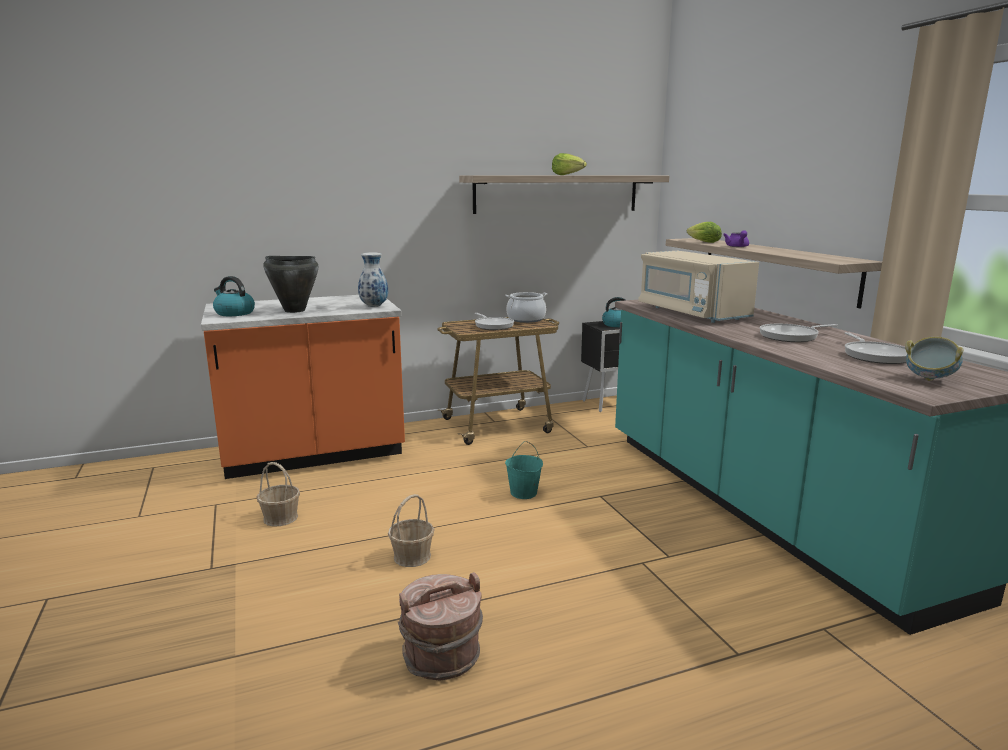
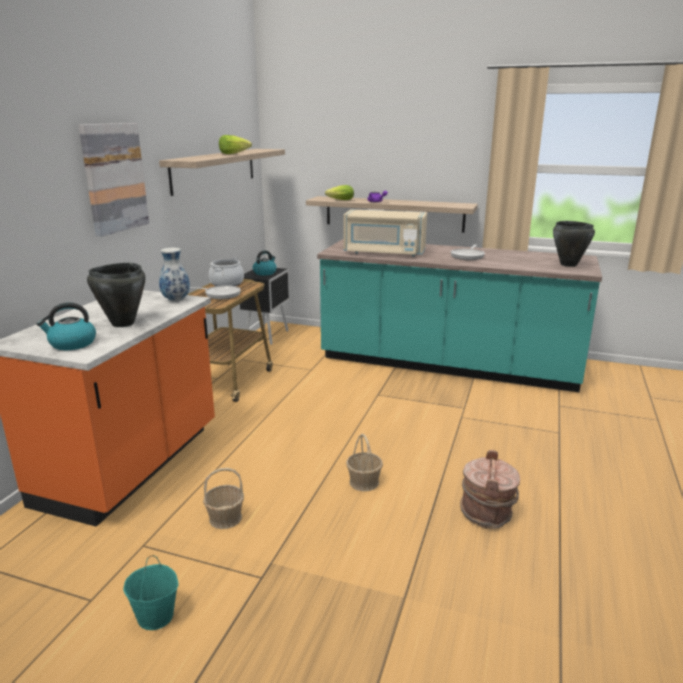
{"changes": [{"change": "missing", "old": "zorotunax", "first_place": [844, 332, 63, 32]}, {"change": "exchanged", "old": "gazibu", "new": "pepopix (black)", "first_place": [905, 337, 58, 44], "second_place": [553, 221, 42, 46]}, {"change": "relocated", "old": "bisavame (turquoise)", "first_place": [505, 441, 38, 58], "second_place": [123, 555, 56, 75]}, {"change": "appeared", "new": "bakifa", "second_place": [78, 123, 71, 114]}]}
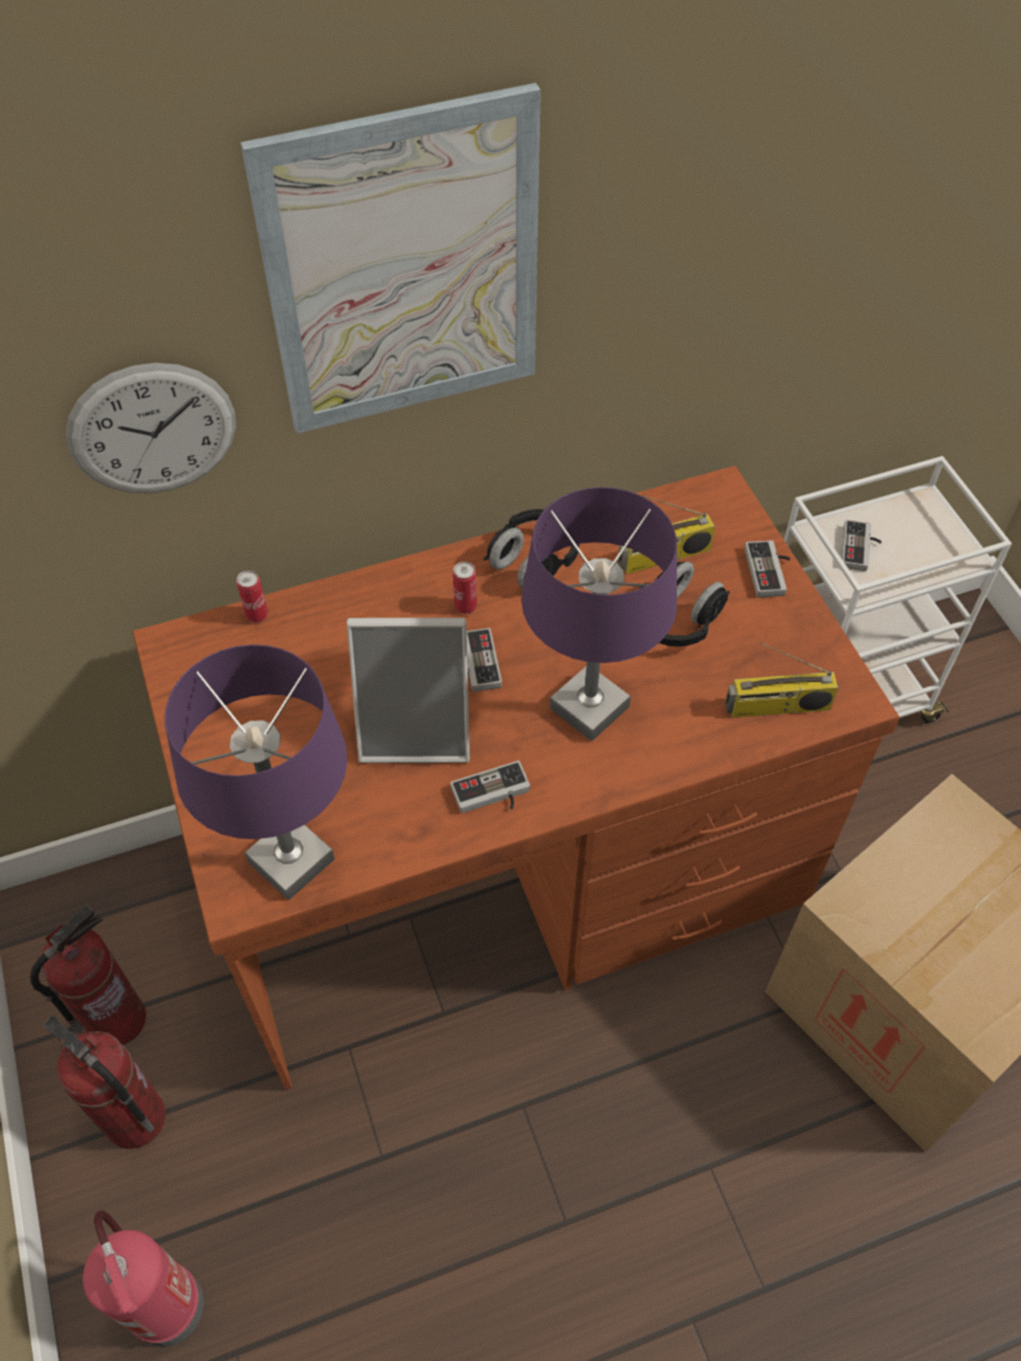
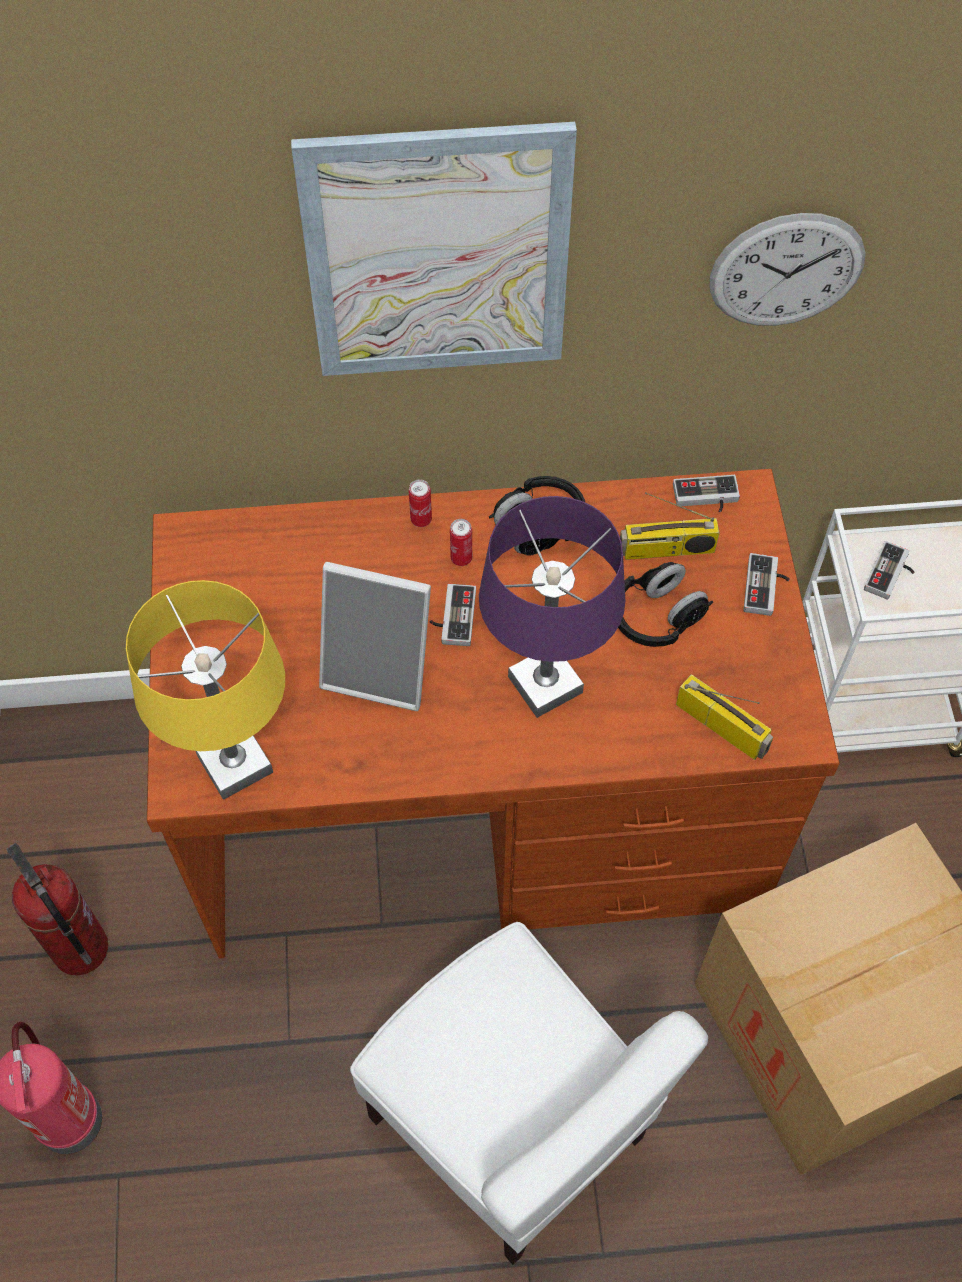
{"changes": [{"change": "relocated", "old": "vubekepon", "first_place": [66, 363, 170, 130], "second_place": [710, 213, 156, 113]}, {"change": "relocated", "old": "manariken", "first_place": [237, 570, 31, 53], "second_place": [409, 479, 23, 48]}, {"change": "spun", "old": "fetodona", "first_place": [725, 643, 113, 75], "second_place": [676, 674, 97, 86], "degrees": -150}, {"change": "colour", "old": "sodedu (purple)", "new": "sodedu (yellow)", "first_place": [165, 644, 182, 256], "second_place": [126, 580, 159, 220]}, {"change": "relocated", "old": "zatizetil", "first_place": [450, 761, 80, 52], "second_place": [673, 475, 67, 37]}, {"change": "missing", "old": "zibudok", "first_place": [30, 905, 116, 140]}, {"change": "appeared", "new": "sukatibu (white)", "second_place": [350, 922, 358, 343]}]}
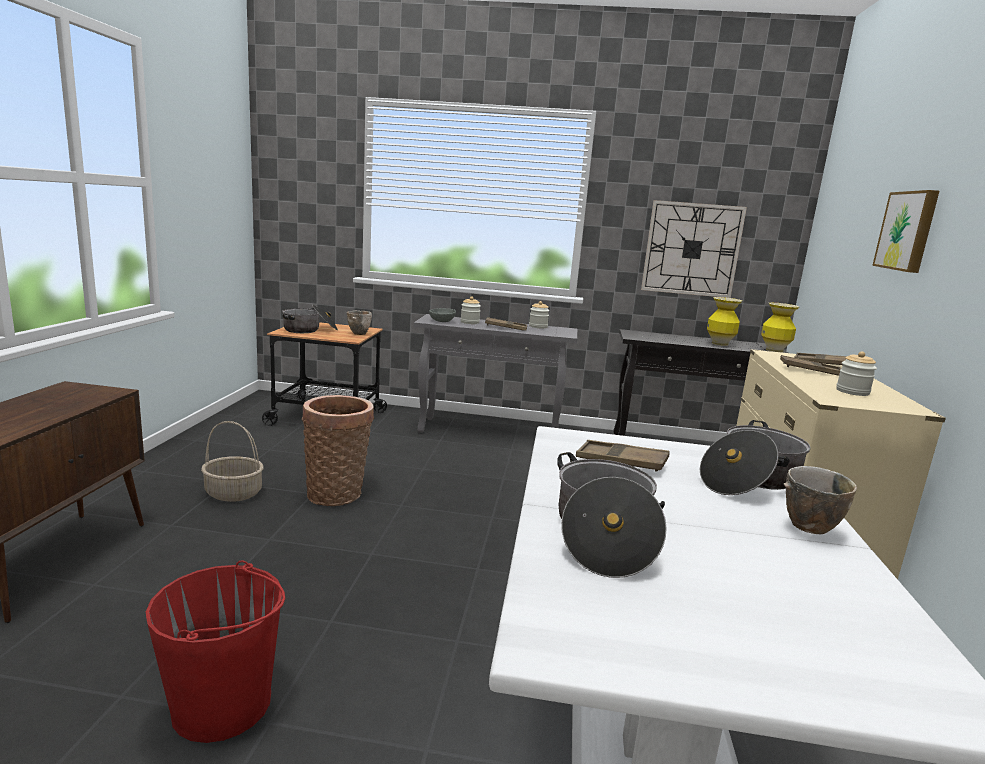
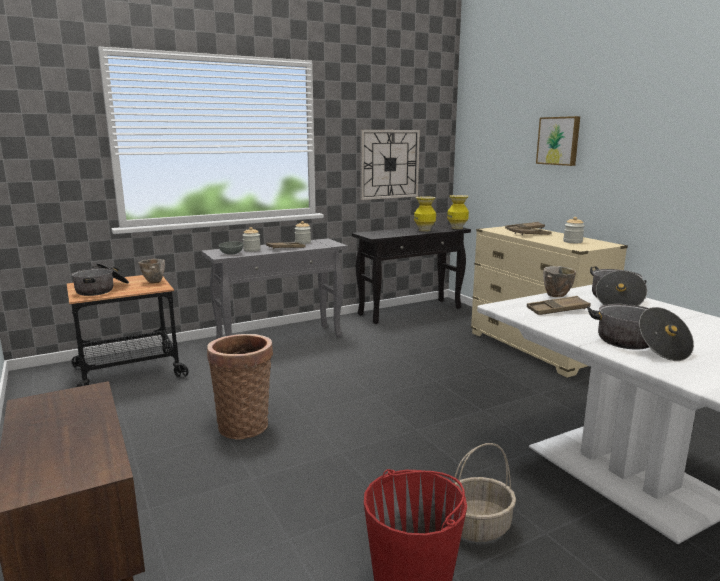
{"changes": [{"change": "relocated", "old": "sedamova", "first_place": [201, 421, 62, 81], "second_place": [453, 443, 63, 99]}, {"change": "relocated", "old": "gazibu", "first_place": [784, 466, 73, 68], "second_place": [543, 266, 33, 31]}]}
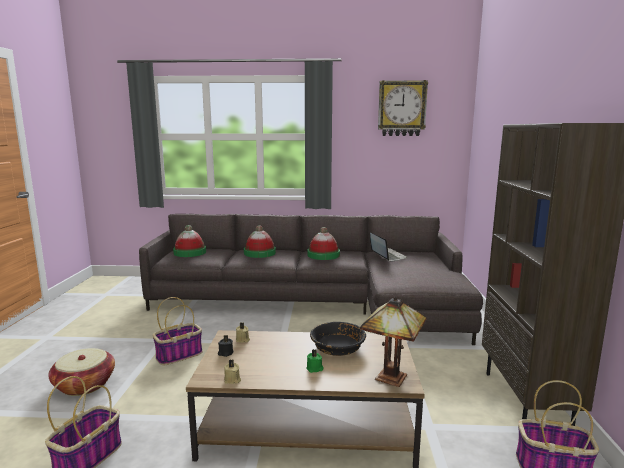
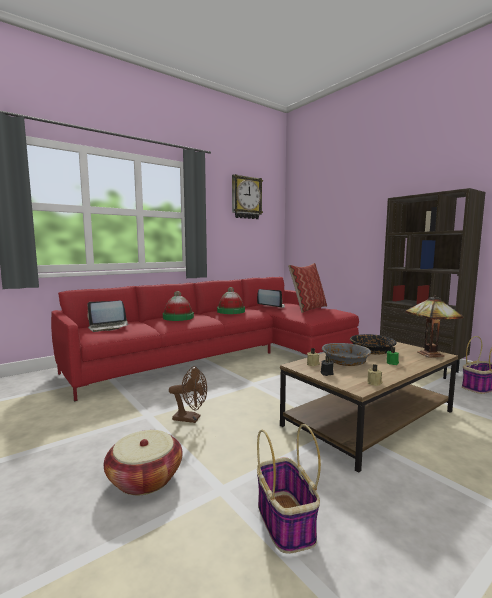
{"changes": [{"change": "colour", "old": "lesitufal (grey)", "new": "lesitufal (red)", "first_place": [139, 214, 344, 131], "second_place": [51, 277, 308, 124]}, {"change": "exchanged", "old": "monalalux", "new": "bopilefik", "first_place": [173, 225, 33, 32], "second_place": [87, 301, 41, 31]}, {"change": "exchanged", "old": "sedamova", "new": "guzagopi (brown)", "first_place": [153, 297, 49, 68], "second_place": [169, 366, 38, 57]}, {"change": "appeared", "new": "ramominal", "second_place": [288, 263, 39, 50]}, {"change": "appeared", "new": "gazibu (grey)", "second_place": [322, 343, 49, 23]}]}
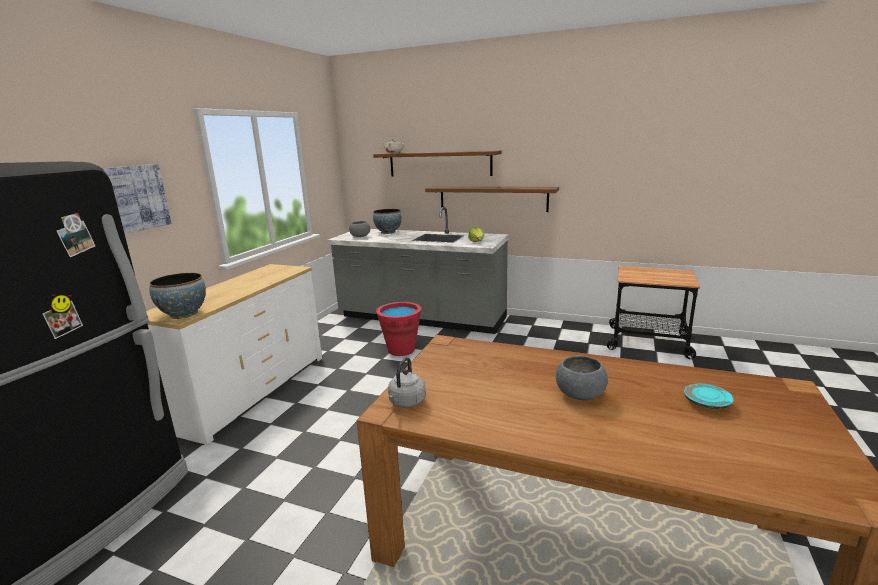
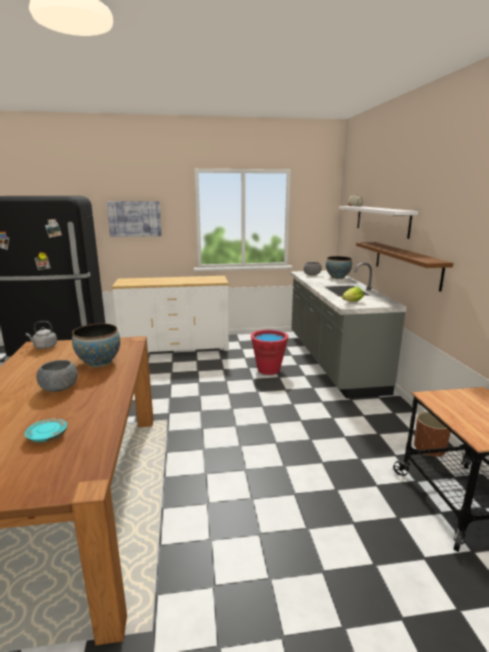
{"changes": [{"change": "colour", "old": "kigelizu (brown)", "new": "kigelizu (white)", "first_place": [373, 150, 128, 26], "second_place": [339, 206, 79, 33]}, {"change": "relocated", "old": "gazibu", "first_place": [149, 273, 57, 46], "second_place": [72, 323, 48, 44]}, {"change": "appeared", "new": "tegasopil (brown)", "second_place": [414, 412, 37, 44]}]}
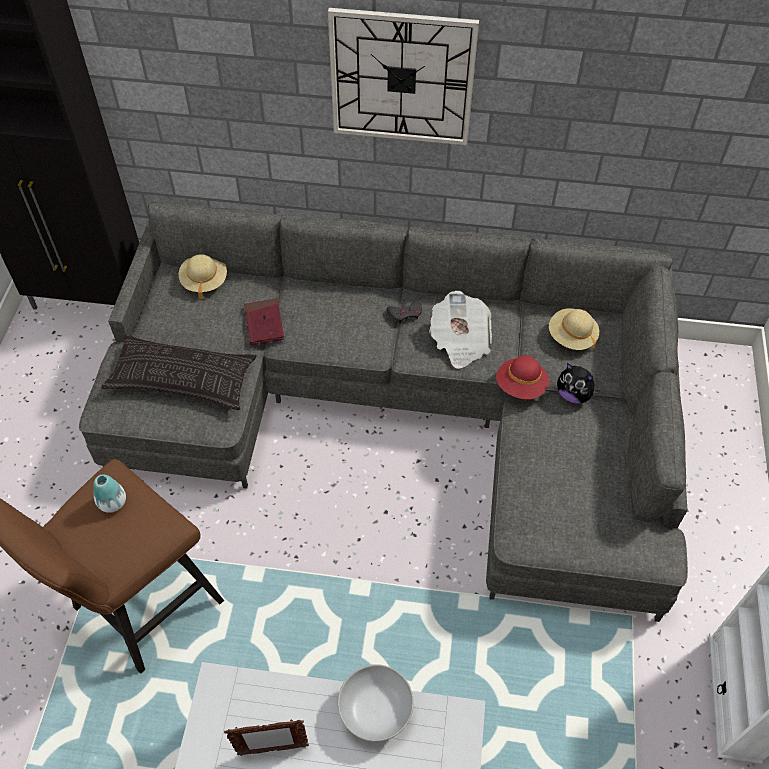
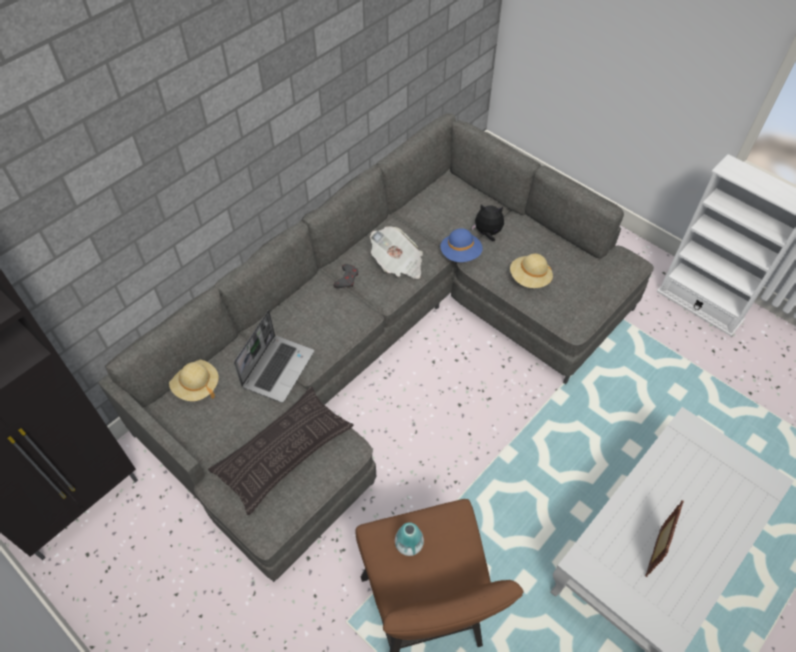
{"changes": [{"change": "missing", "old": "vubekepon", "first_place": [328, 8, 151, 137]}, {"change": "exchanged", "old": "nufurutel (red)", "new": "bopilefik", "first_place": [244, 298, 41, 47], "second_place": [234, 310, 80, 93]}, {"change": "relocated", "old": "monalalux (beige)", "first_place": [549, 308, 50, 42], "second_place": [510, 254, 43, 34]}, {"change": "colour", "old": "monalalux (red)", "new": "monalalux (blue)", "first_place": [496, 355, 53, 44], "second_place": [440, 228, 43, 34]}, {"change": "spun", "old": "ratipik", "first_place": [557, 363, 43, 41], "second_place": [472, 204, 32, 37], "degrees": -150}, {"change": "missing", "old": "gazibu (white)", "first_place": [338, 664, 76, 78]}]}
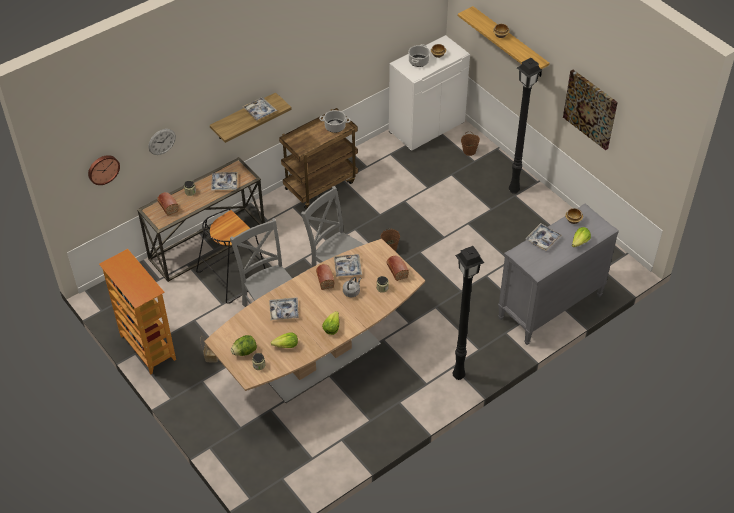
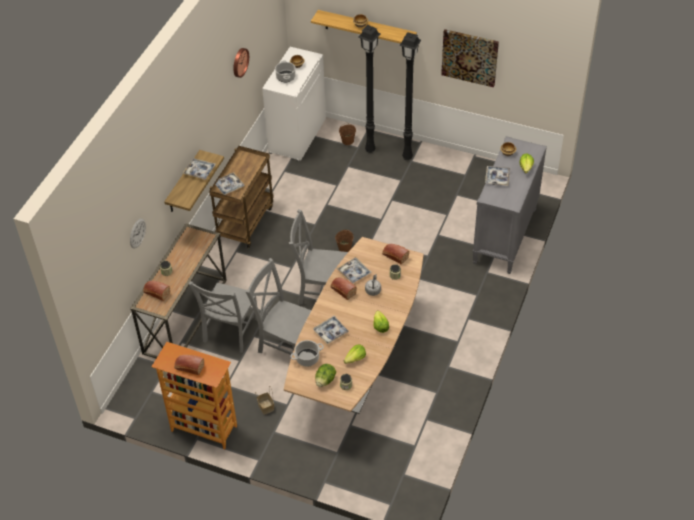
{"changes": [{"change": "relocated", "old": "pepopix", "first_place": [319, 110, 32, 23], "second_place": [290, 340, 34, 27]}, {"change": "relocated", "old": "vubekepon", "first_place": [88, 155, 32, 30], "second_place": [233, 48, 16, 30]}, {"change": "relocated", "old": "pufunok", "first_place": [211, 172, 27, 18], "second_place": [213, 172, 32, 23]}, {"change": "exchanged", "old": "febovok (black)", "new": "sukatibu (grey)", "first_place": [196, 209, 69, 95], "second_place": [188, 281, 69, 72]}, {"change": "relocated", "old": "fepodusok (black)", "first_place": [453, 246, 31, 134], "second_place": [358, 25, 23, 128]}, {"change": "appeared", "new": "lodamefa", "second_place": [174, 355, 30, 20]}]}
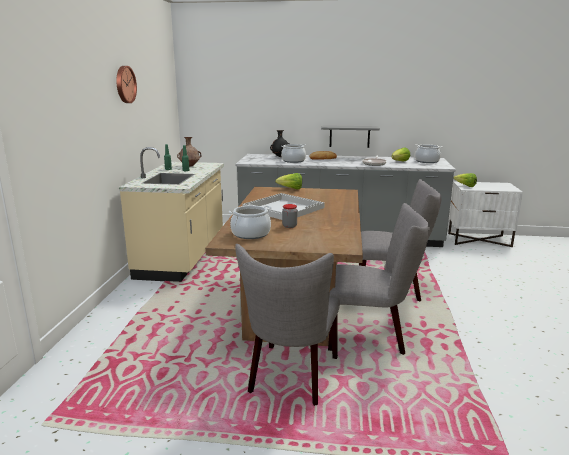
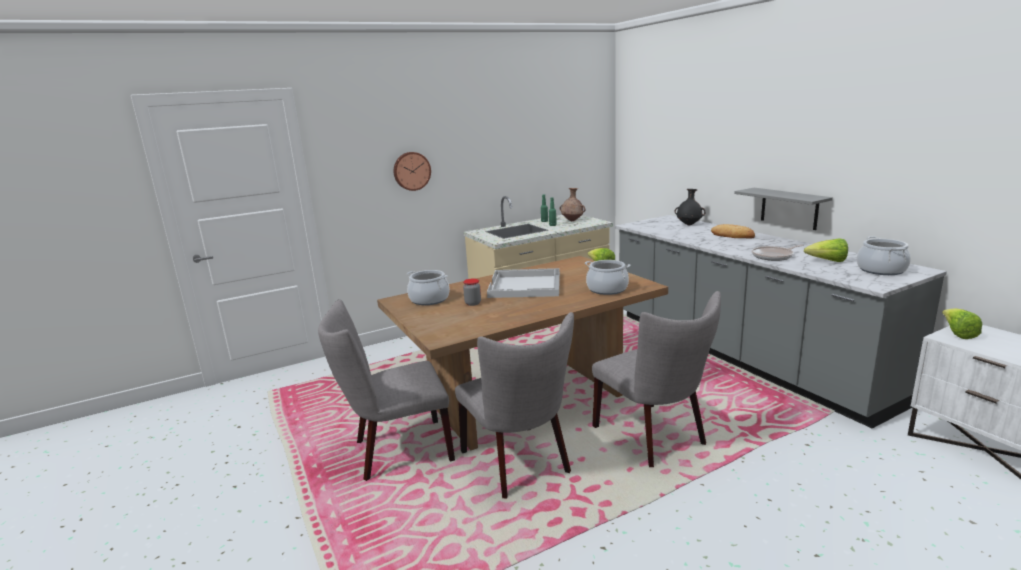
{"changes": [{"change": "relocated", "old": "vubekepon", "first_place": [116, 66, 21, 37], "second_place": [394, 152, 37, 39]}, {"change": "relocated", "old": "pepopix", "first_place": [281, 144, 25, 19], "second_place": [585, 260, 46, 35]}]}
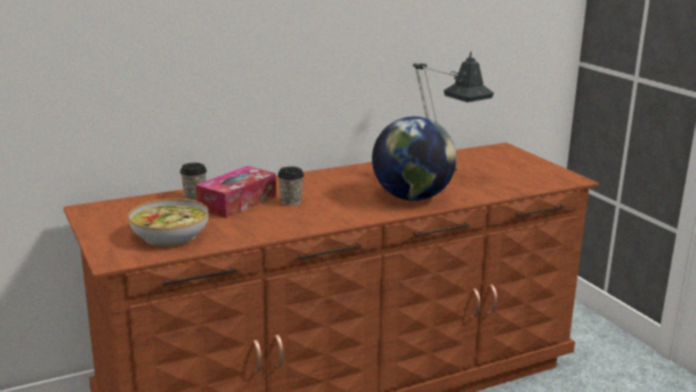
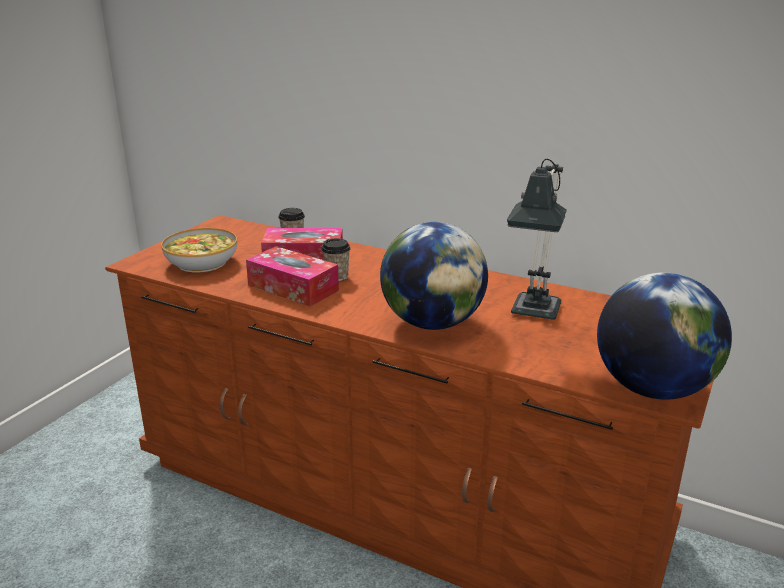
{"changes": [{"change": "appeared", "new": "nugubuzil", "second_place": [246, 246, 93, 61]}, {"change": "appeared", "new": "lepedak", "second_place": [597, 273, 135, 127]}]}
